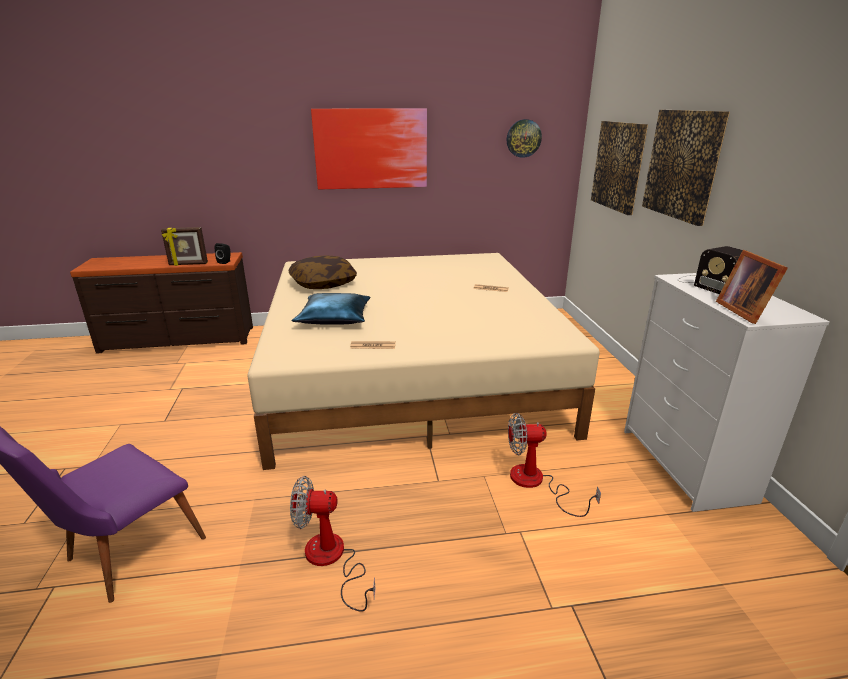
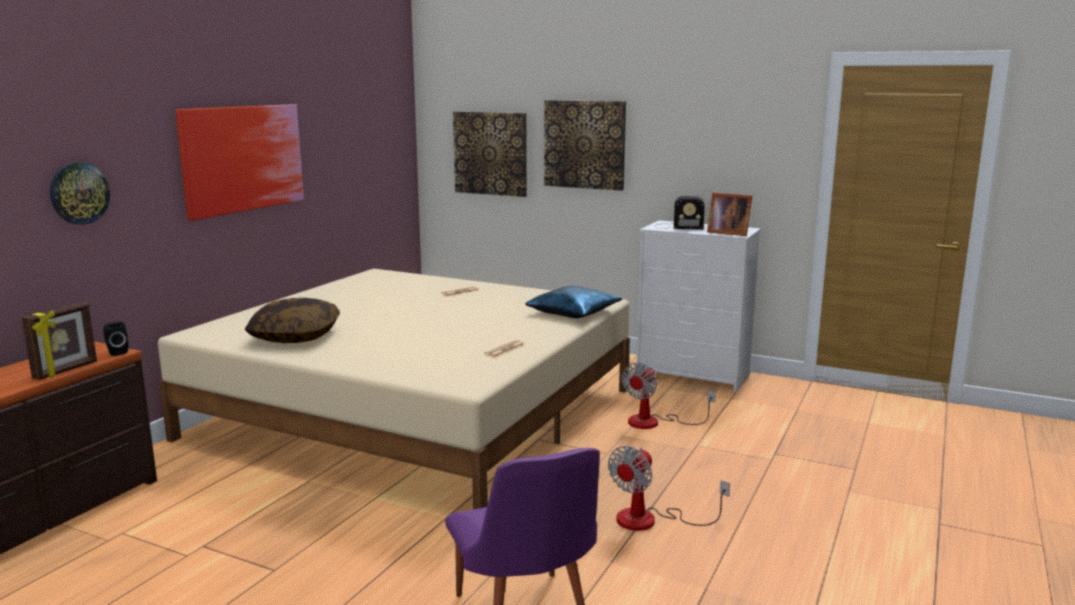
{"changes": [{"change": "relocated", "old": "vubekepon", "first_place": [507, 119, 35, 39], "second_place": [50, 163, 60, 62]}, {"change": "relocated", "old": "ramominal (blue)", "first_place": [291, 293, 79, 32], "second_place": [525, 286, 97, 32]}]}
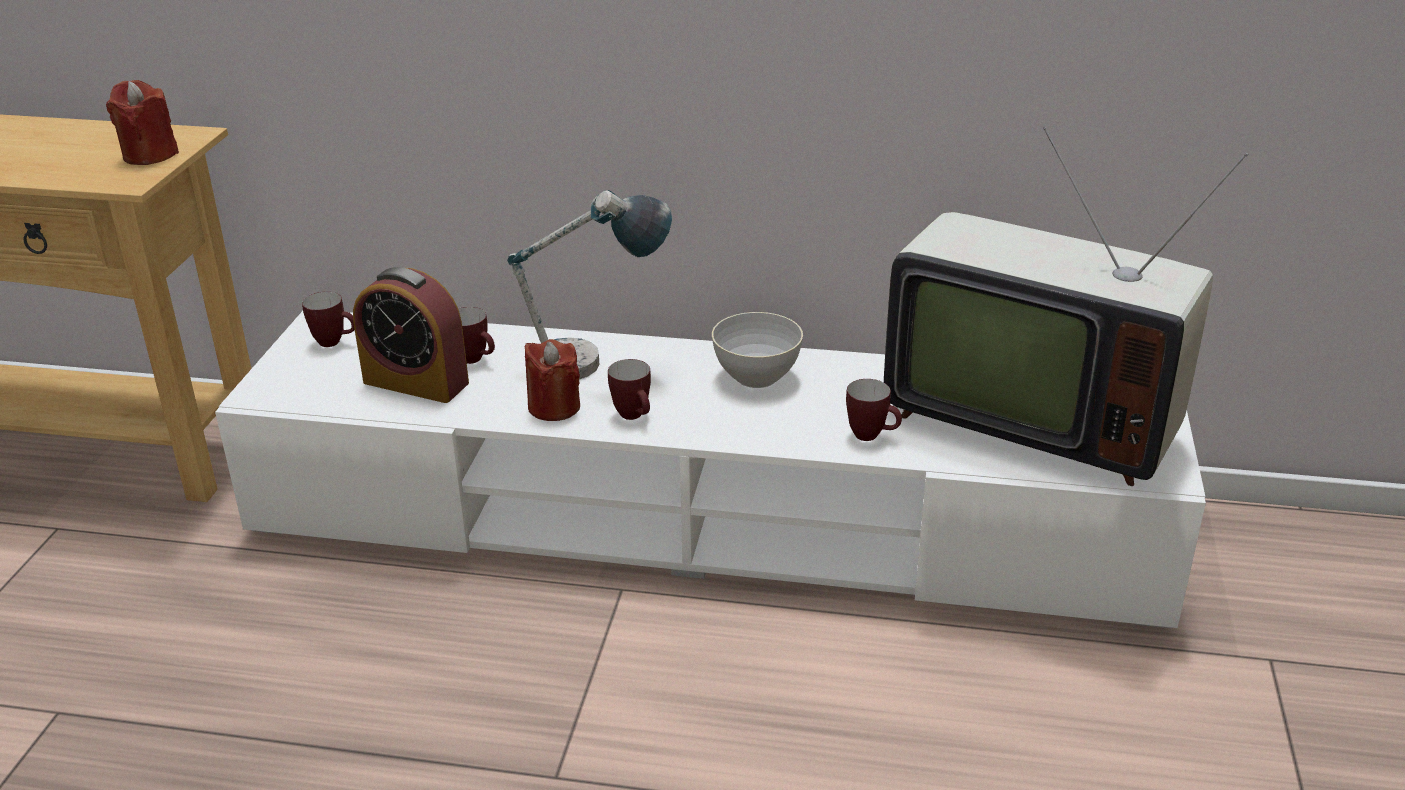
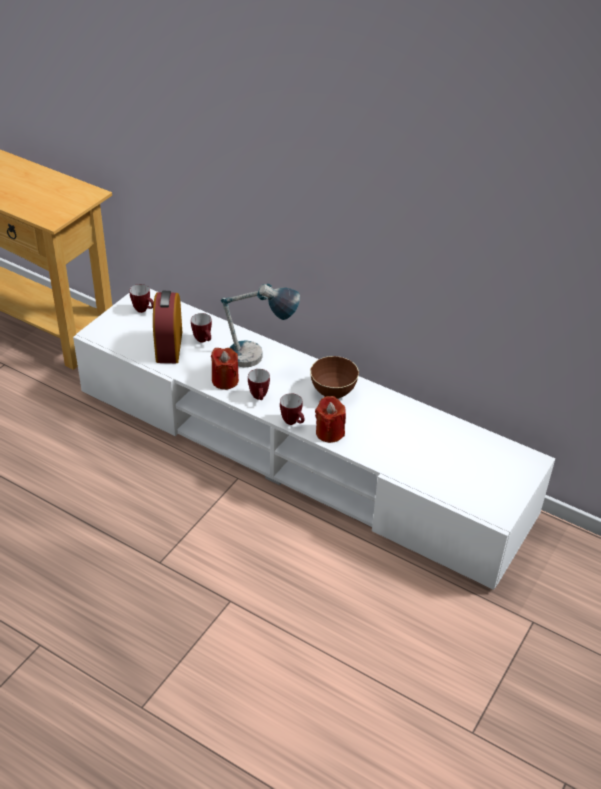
{"changes": [{"change": "relocated", "old": "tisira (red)", "first_place": [106, 80, 73, 85], "second_place": [315, 396, 31, 47]}, {"change": "missing", "old": "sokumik", "first_place": [884, 127, 364, 359]}, {"change": "spun", "old": "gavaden", "first_place": [353, 267, 116, 136], "second_place": [153, 291, 29, 72], "degrees": 45}, {"change": "colour", "old": "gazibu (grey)", "new": "gazibu (brown)", "first_place": [712, 312, 91, 76], "second_place": [310, 356, 49, 43]}, {"change": "relocated", "old": "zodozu", "first_place": [846, 379, 56, 62], "second_place": [280, 393, 24, 32]}]}
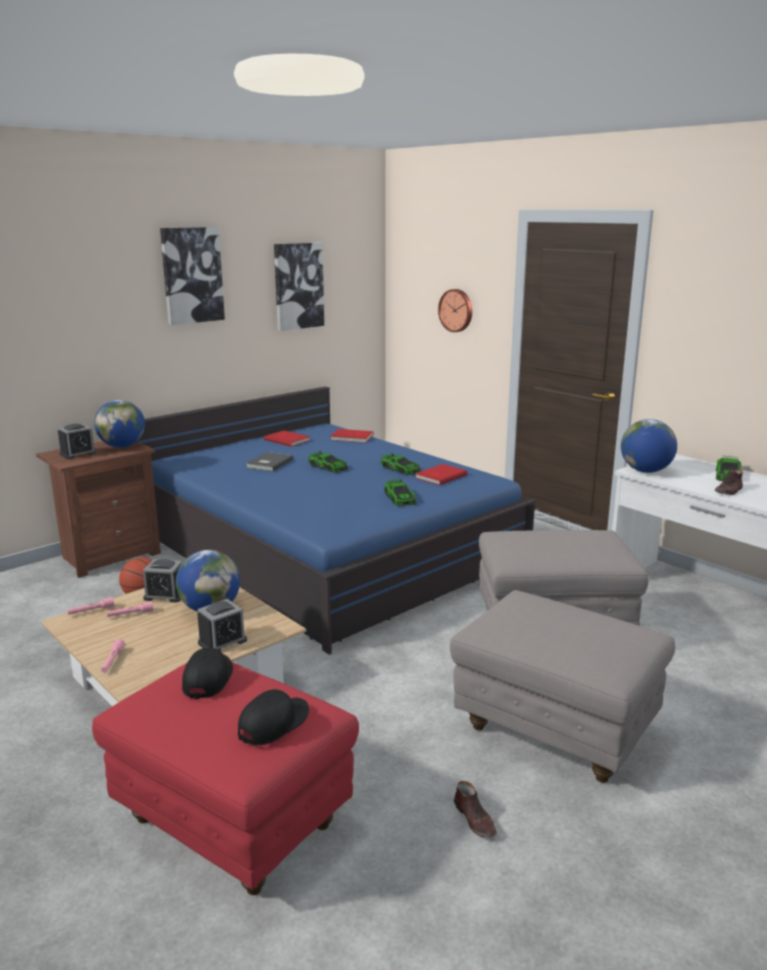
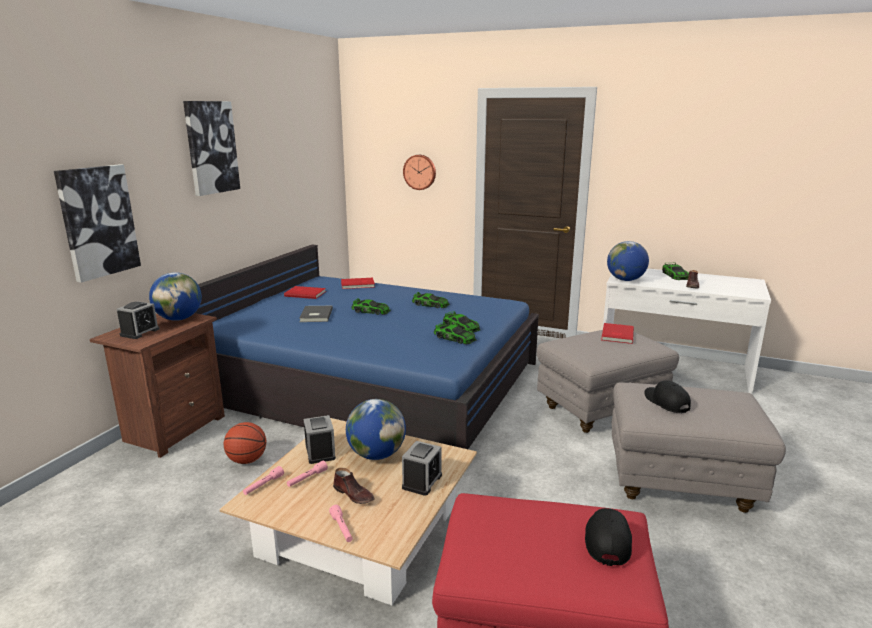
{"changes": [{"change": "relocated", "old": "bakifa", "first_place": [274, 243, 50, 88], "second_place": [54, 164, 87, 119]}, {"change": "relocated", "old": "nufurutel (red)", "first_place": [415, 464, 53, 21], "second_place": [601, 323, 33, 21]}, {"change": "spun", "old": "gavaden", "first_place": [143, 559, 39, 44], "second_place": [304, 415, 32, 49], "degrees": -90}, {"change": "relocated", "old": "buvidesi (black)", "first_place": [182, 648, 51, 51], "second_place": [644, 380, 47, 33]}, {"change": "relocated", "old": "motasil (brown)", "first_place": [454, 781, 43, 56], "second_place": [333, 468, 41, 36]}, {"change": "appeared", "new": "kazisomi", "second_place": [434, 322, 43, 22]}]}
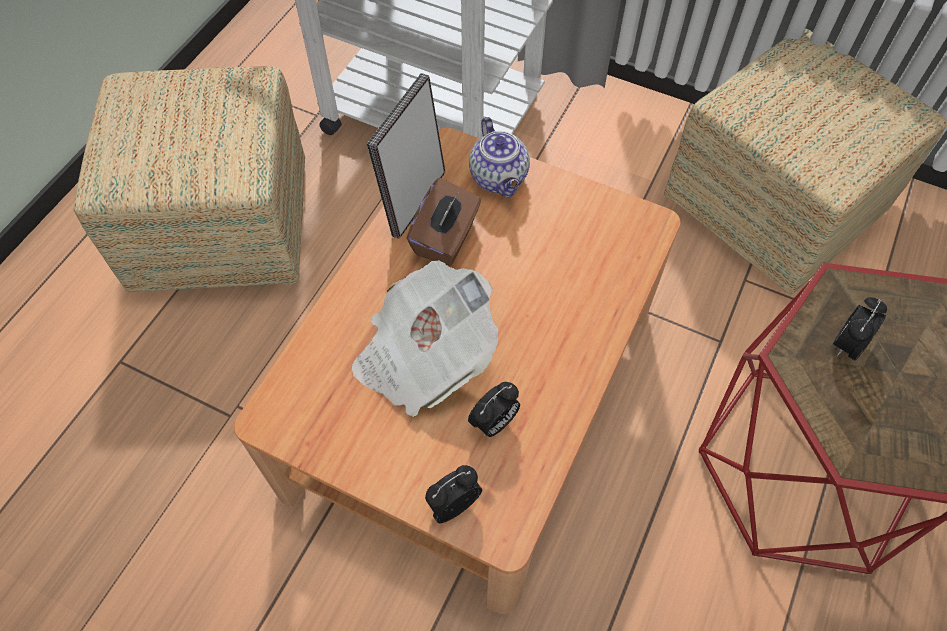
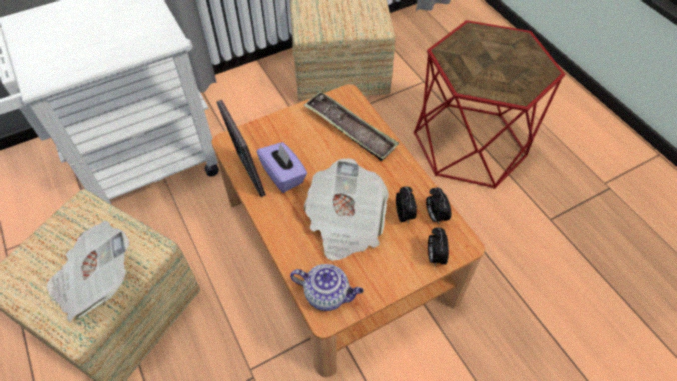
{"changes": [{"change": "relocated", "old": "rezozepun", "first_place": [469, 117, 61, 80], "second_place": [290, 264, 74, 47]}, {"change": "colour", "old": "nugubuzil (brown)", "new": "nugubuzil (purple)", "first_place": [407, 178, 74, 88], "second_place": [257, 142, 50, 51]}, {"change": "relocated", "old": "gavaden", "first_place": [833, 297, 54, 63], "second_place": [426, 187, 25, 37]}, {"change": "appeared", "new": "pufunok", "second_place": [304, 91, 95, 71]}, {"change": "appeared", "new": "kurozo", "second_place": [46, 221, 84, 101]}]}
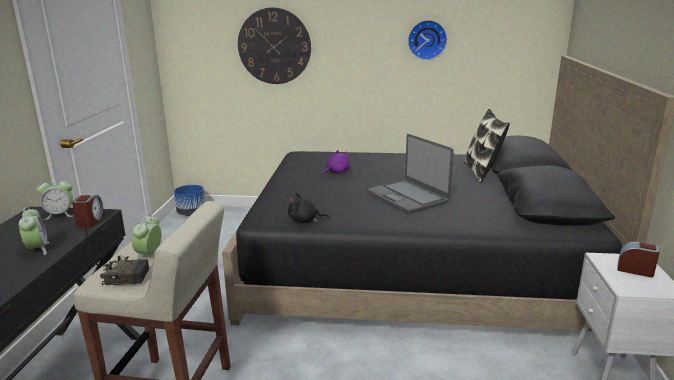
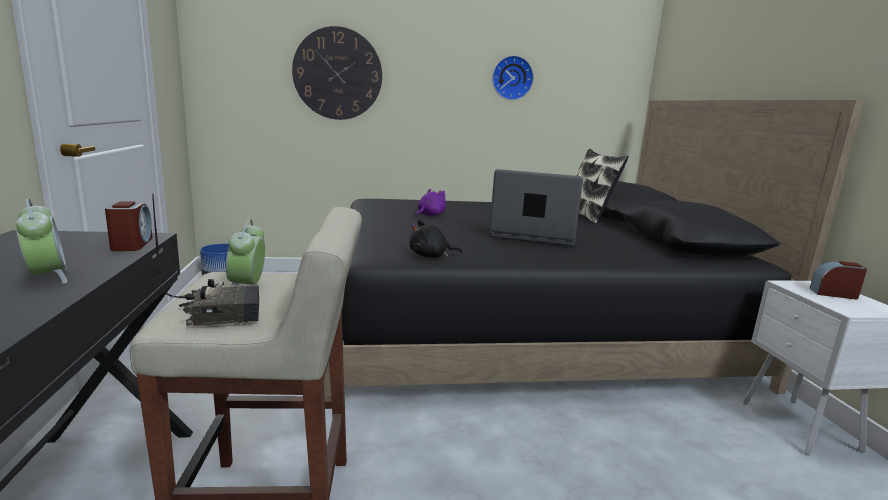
{"changes": [{"change": "spun", "old": "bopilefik", "first_place": [367, 134, 87, 80], "second_place": [490, 169, 93, 77], "degrees": 150}, {"change": "missing", "old": "gavaden", "first_place": [36, 177, 37, 43]}]}
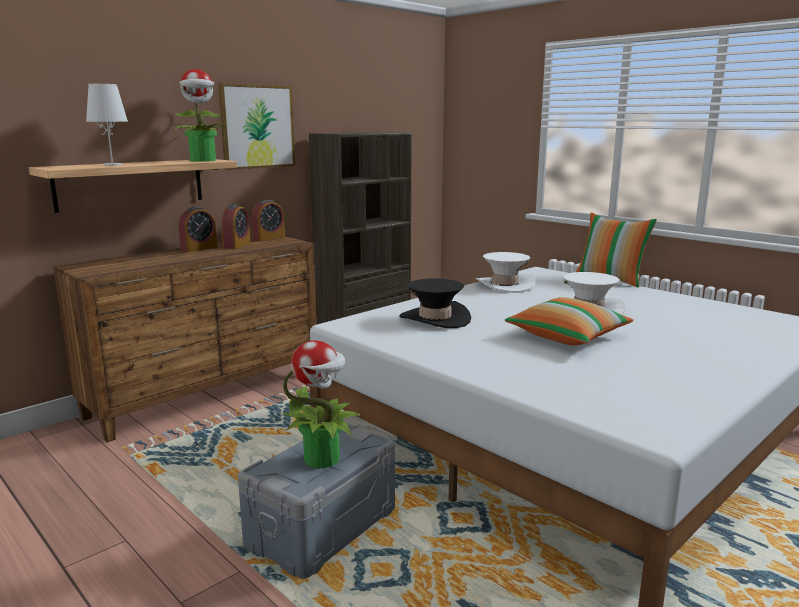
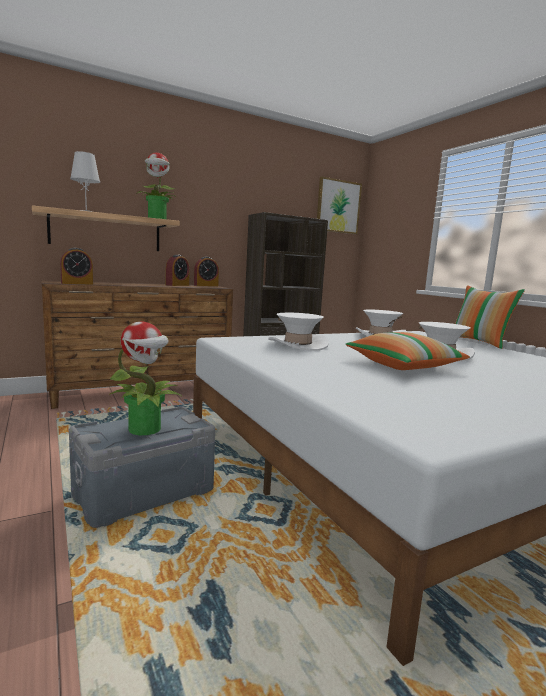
{"changes": [{"change": "relocated", "old": "bakifa", "first_place": [218, 83, 77, 87], "second_place": [317, 177, 45, 57]}, {"change": "relocated", "old": "gavaden", "first_place": [178, 207, 39, 45], "second_place": [60, 248, 33, 37]}, {"change": "colour", "old": "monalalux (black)", "new": "monalalux (white)", "first_place": [399, 278, 72, 50], "second_place": [268, 313, 61, 38]}]}
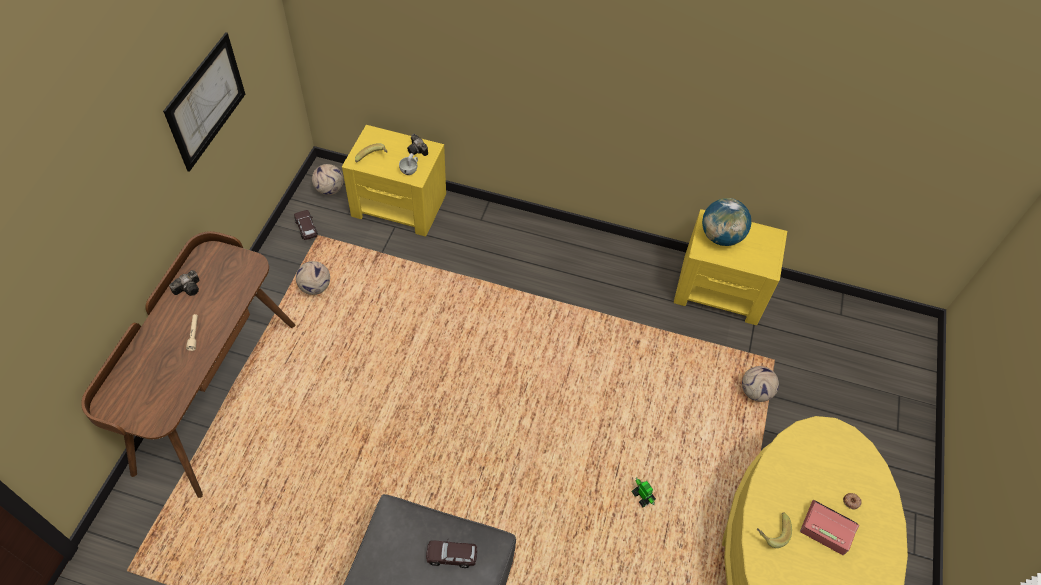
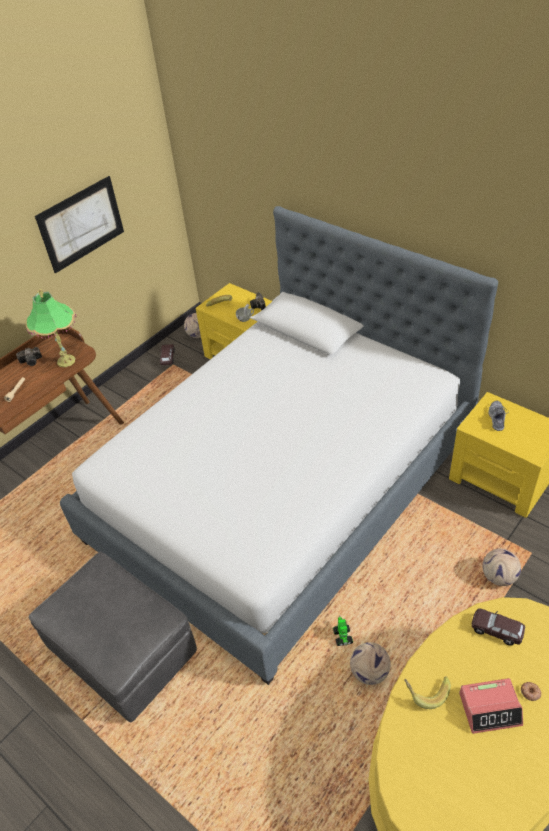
{"changes": [{"change": "exchanged", "old": "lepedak", "new": "motasil", "first_place": [702, 198, 49, 48], "second_place": [488, 401, 21, 30]}, {"change": "relocated", "old": "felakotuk", "first_place": [296, 261, 34, 34], "second_place": [350, 642, 41, 43]}, {"change": "spun", "old": "gavaden", "first_place": [800, 500, 59, 55], "second_place": [459, 678, 64, 56], "degrees": 120}, {"change": "relocated", "old": "kazisomi (brown)", "first_place": [426, 539, 51, 29], "second_place": [472, 608, 53, 38]}, {"change": "appeared", "new": "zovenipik", "second_place": [60, 206, 438, 479]}, {"change": "appeared", "new": "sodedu", "second_place": [26, 289, 51, 78]}]}
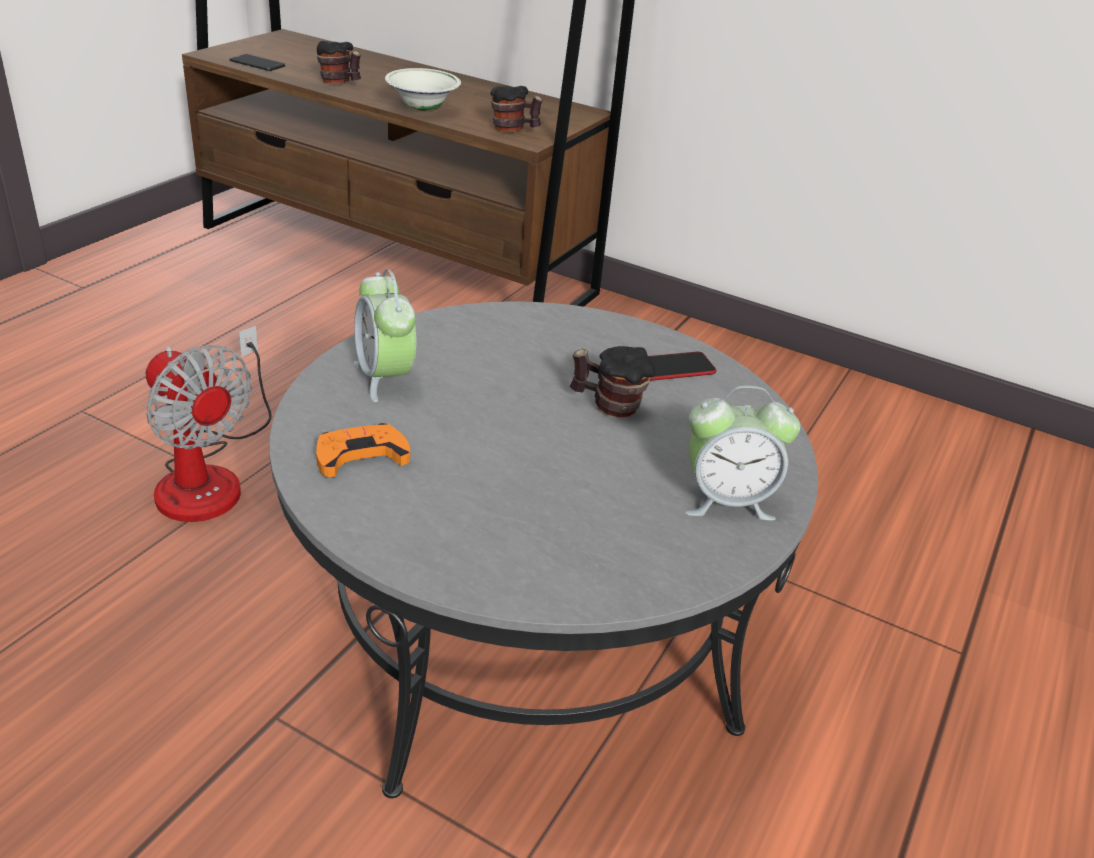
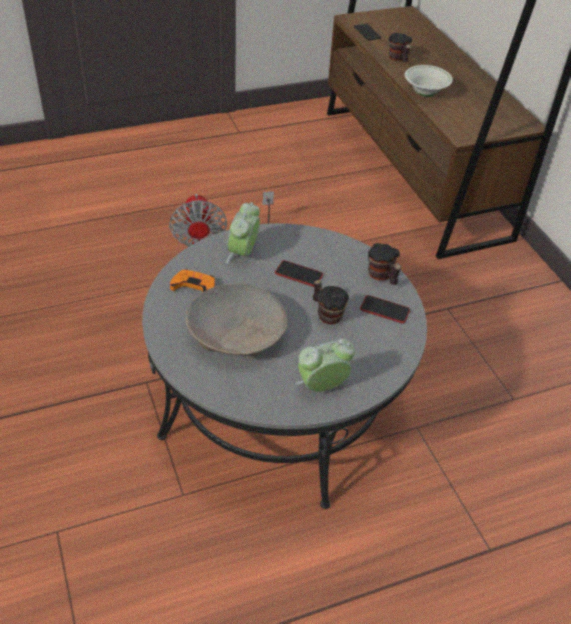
{"changes": [{"change": "relocated", "old": "zodozu", "first_place": [490, 86, 53, 46], "second_place": [368, 243, 33, 42]}, {"change": "spun", "old": "gavaden", "first_place": [685, 386, 115, 134], "second_place": [296, 339, 59, 53], "degrees": 120}, {"change": "appeared", "new": "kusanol", "second_place": [275, 260, 48, 27]}, {"change": "appeared", "new": "gazibu (beige)", "second_place": [186, 284, 102, 76]}]}
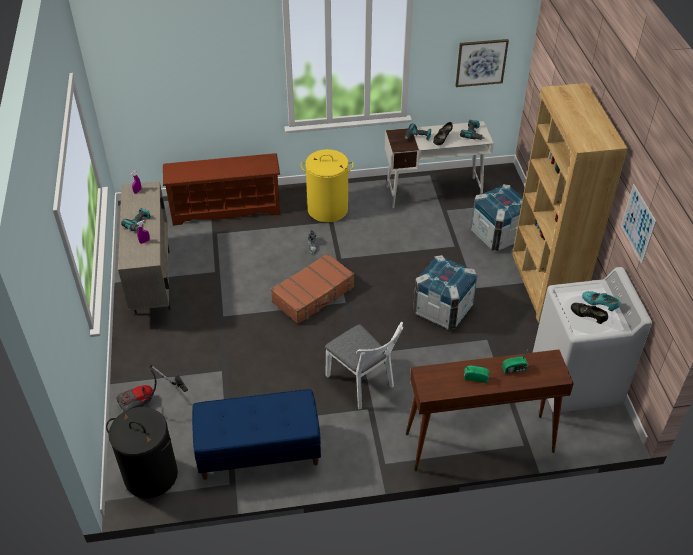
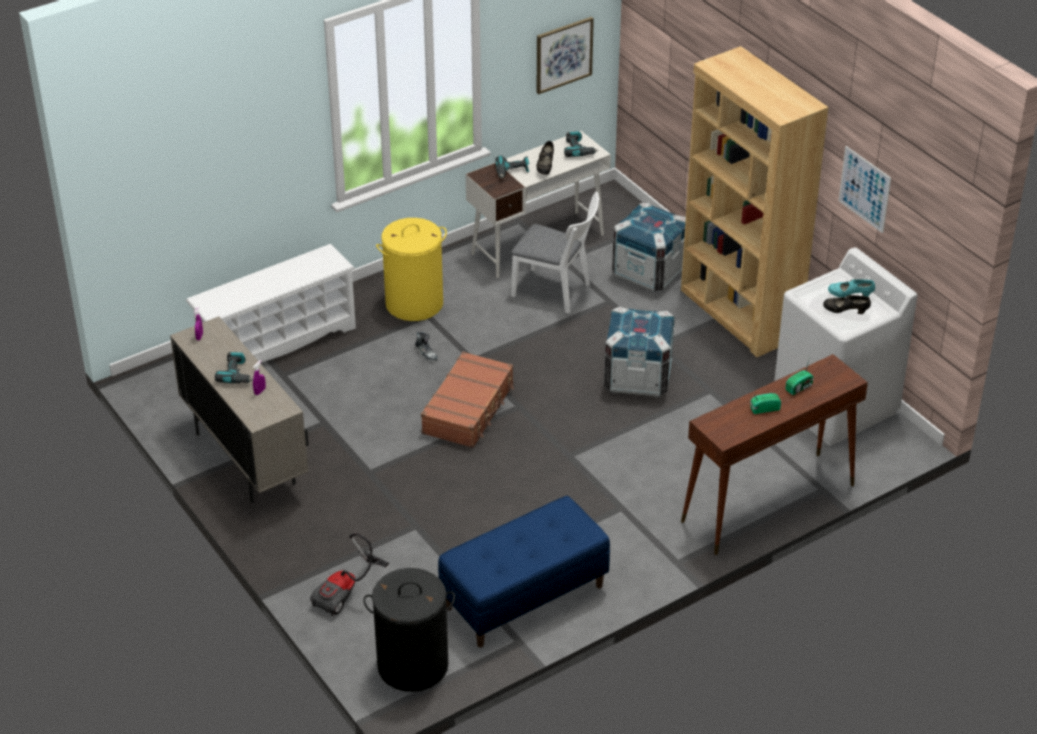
{"changes": [{"change": "colour", "old": "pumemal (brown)", "new": "pumemal (white)", "first_place": [163, 153, 117, 73], "second_place": [186, 244, 170, 119]}, {"change": "relocated", "old": "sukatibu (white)", "first_place": [325, 322, 78, 87], "second_place": [511, 192, 88, 122]}]}
